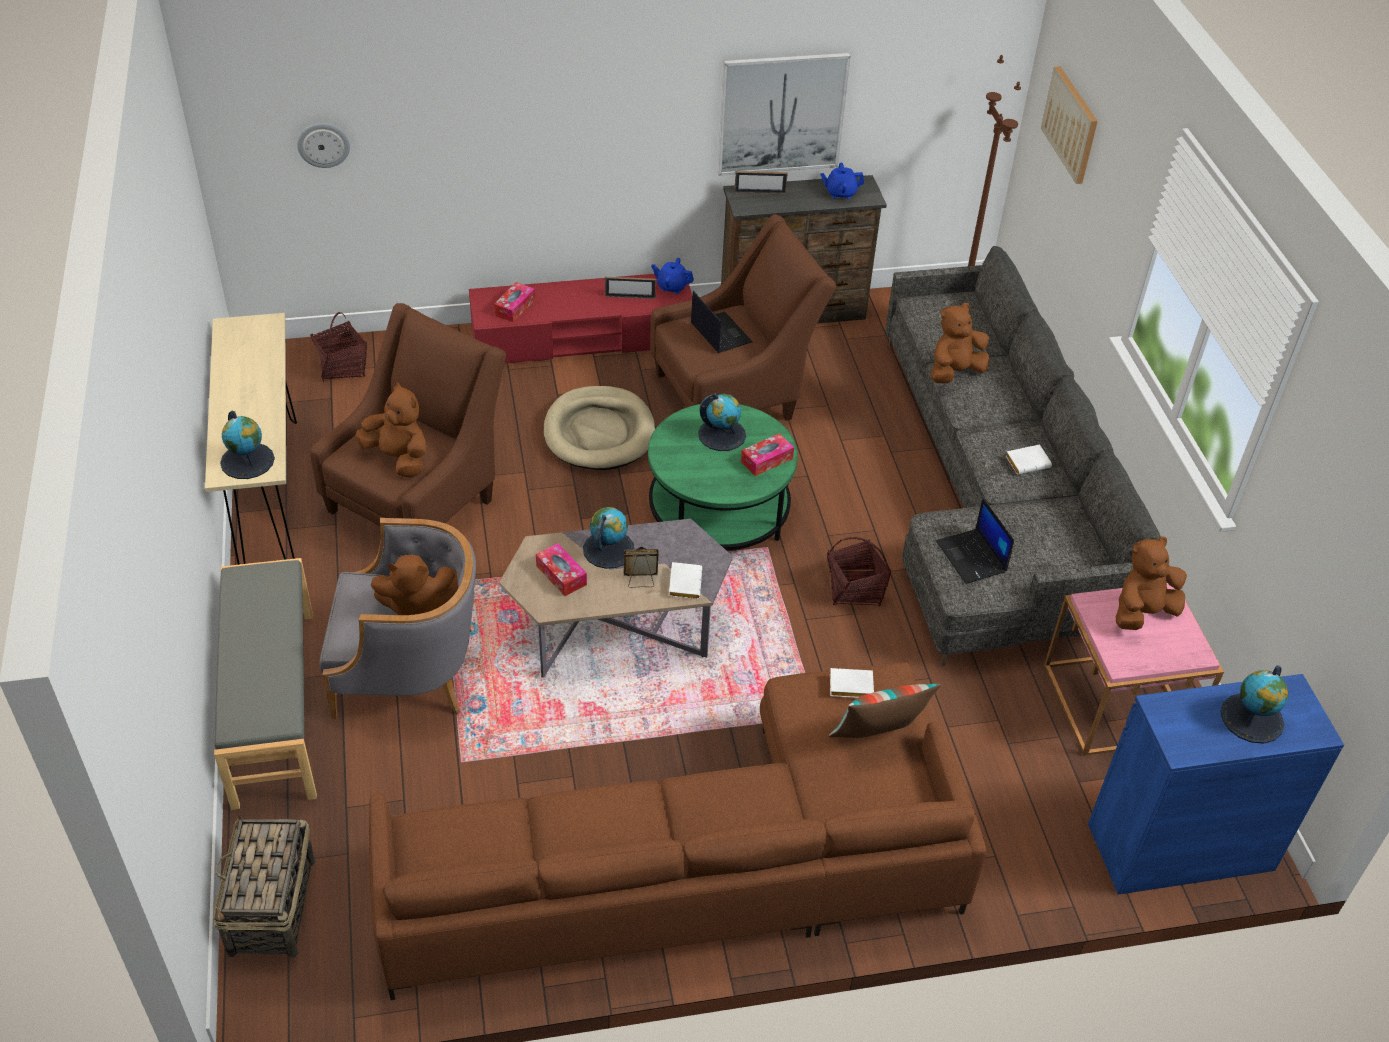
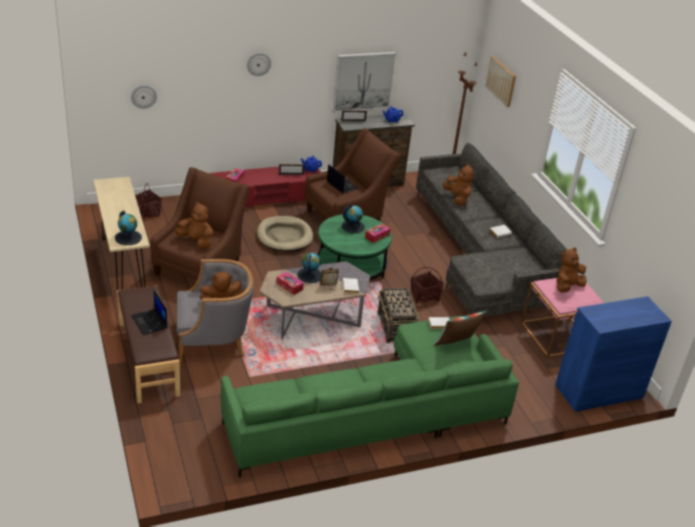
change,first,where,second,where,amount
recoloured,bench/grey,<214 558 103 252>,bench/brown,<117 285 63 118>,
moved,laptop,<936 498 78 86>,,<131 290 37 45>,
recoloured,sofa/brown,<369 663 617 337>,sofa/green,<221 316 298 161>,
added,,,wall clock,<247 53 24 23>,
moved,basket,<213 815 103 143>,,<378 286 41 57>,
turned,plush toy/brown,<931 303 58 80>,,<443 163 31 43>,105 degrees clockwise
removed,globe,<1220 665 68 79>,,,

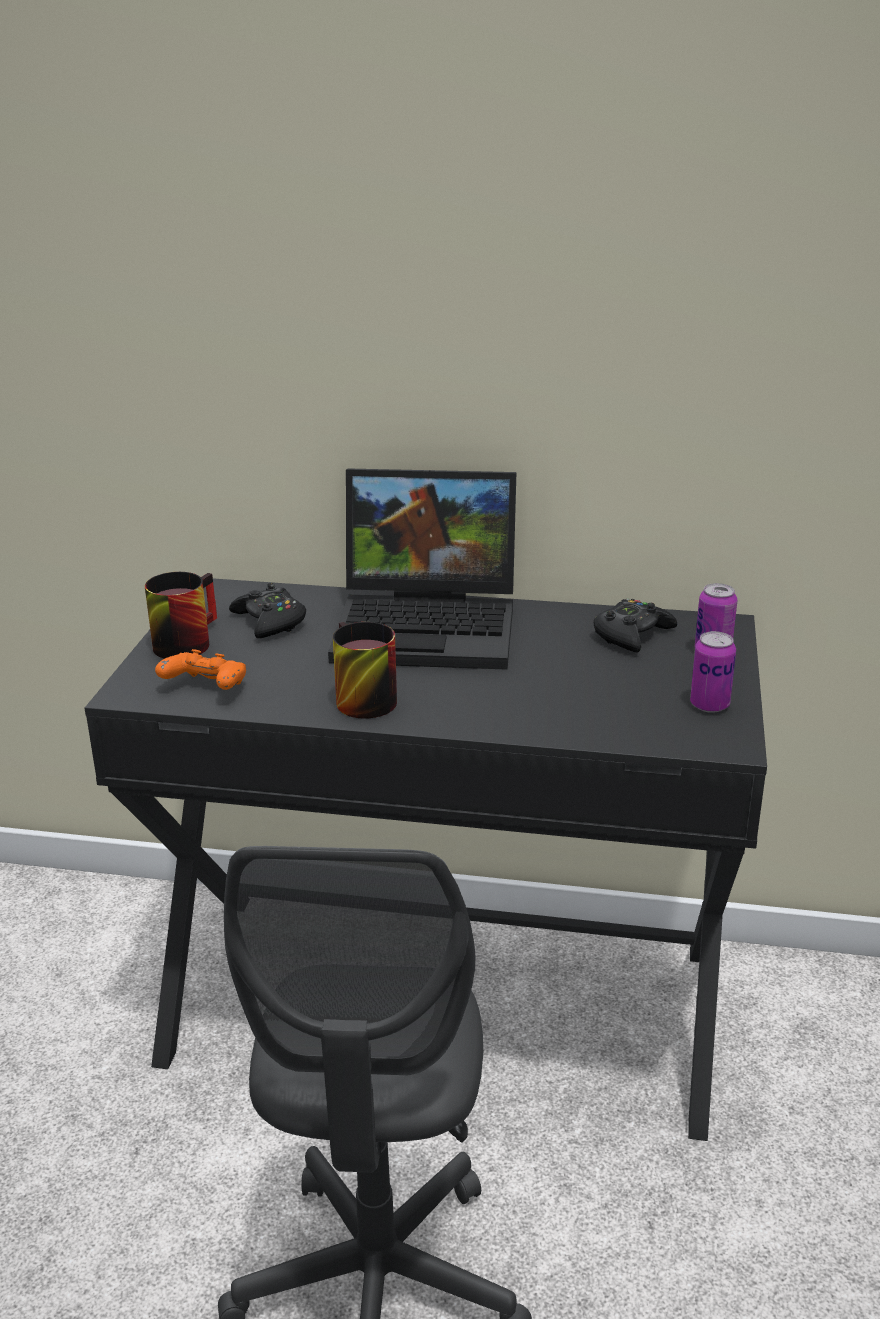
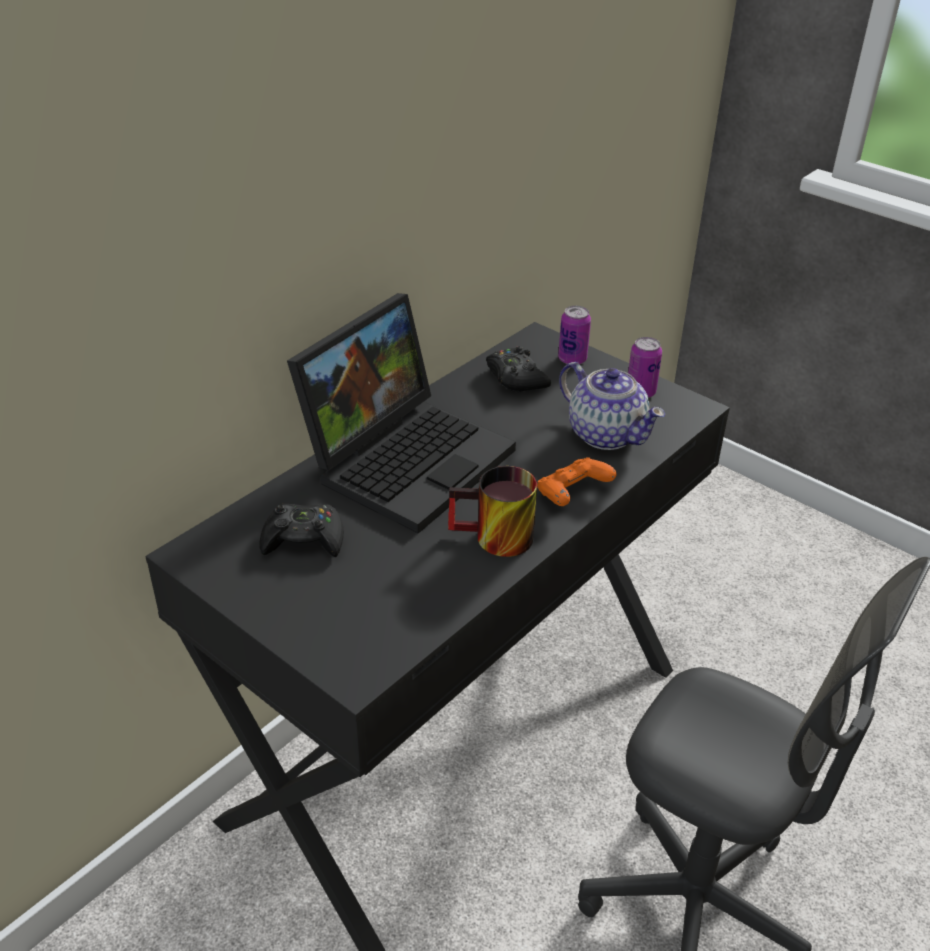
change,first,where,second,where,amount
moved,game controller/orange,<155 649 91 41>,,<537 457 80 49>,
added,,,teapot,<559 362 106 88>,
removed,mug,<145 572 72 87>,,,

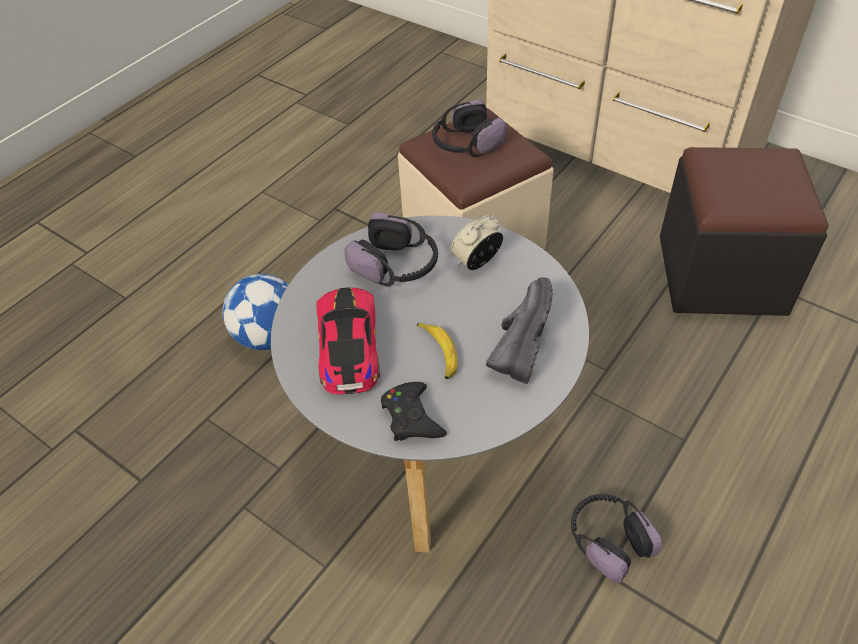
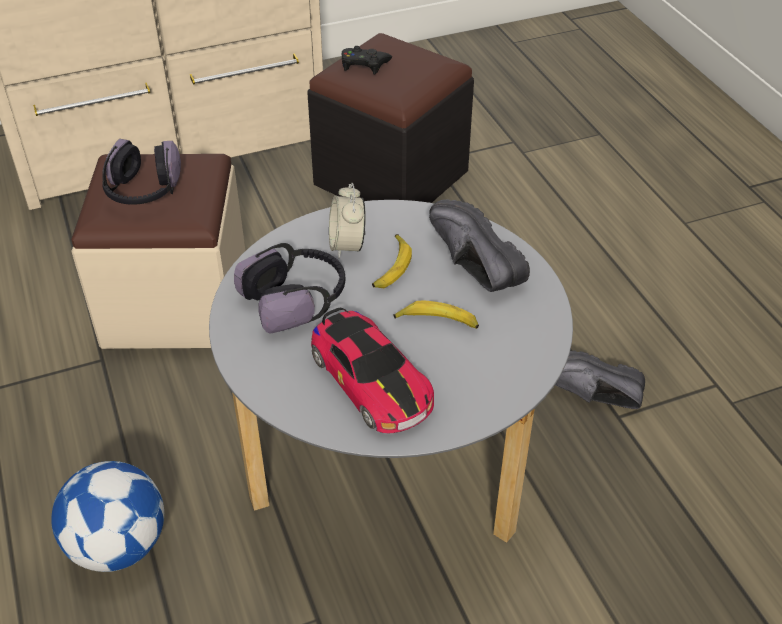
change,first,where,second,where,amount
turned,toy car,<316 287 64 108>,,<311 308 123 125>,150 degrees counterclockwise
moved,game controller/black,<381 382 66 59>,,<342 46 50 28>,
added,,,banana,<372 234 40 54>,
replaced,headphones,<571 494 91 90>,shoe/black,<555 351 90 58>,

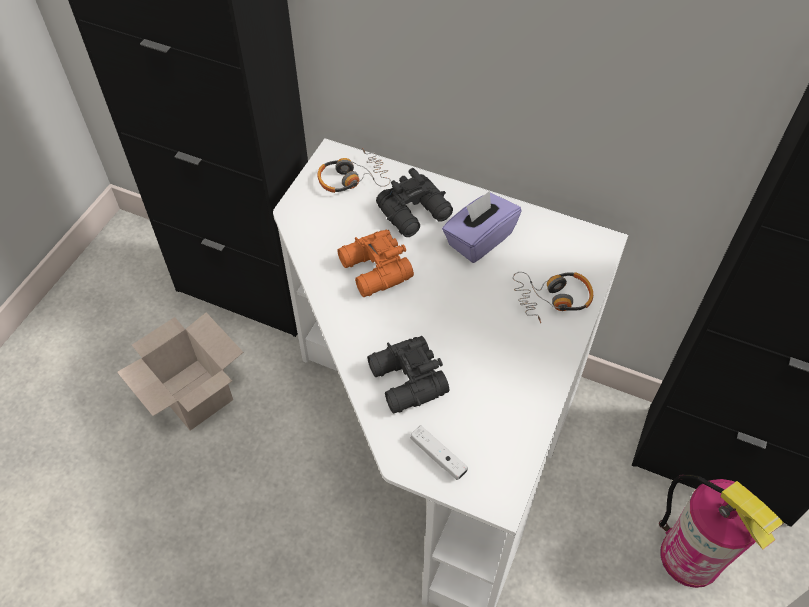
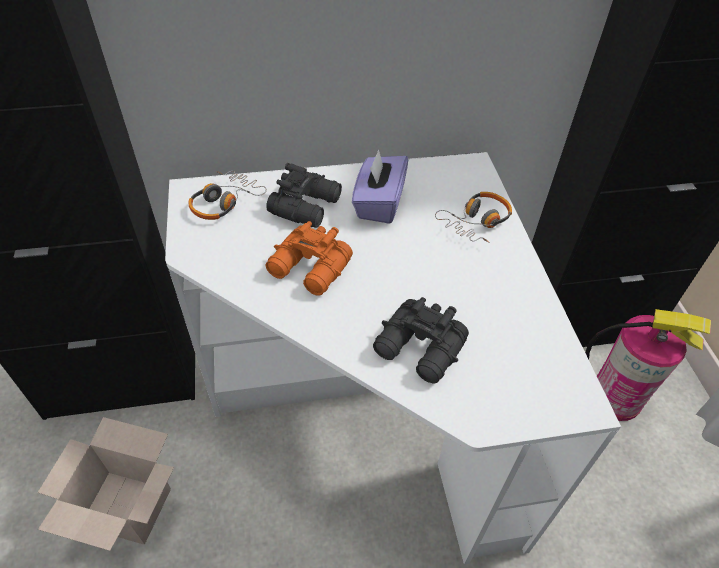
change,first,where,second,where,amount
removed,game controller/white,<410 425 58 55>,,,

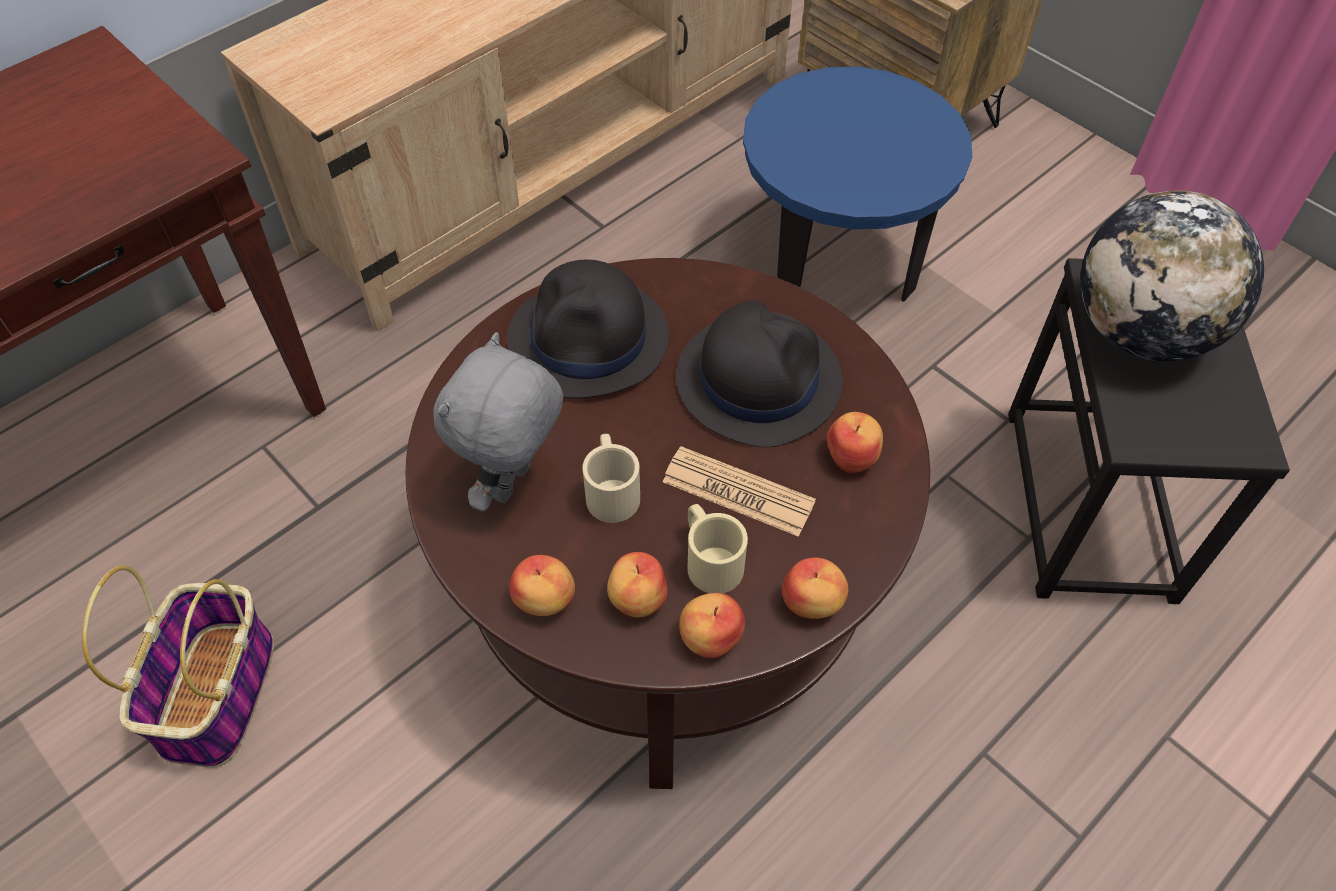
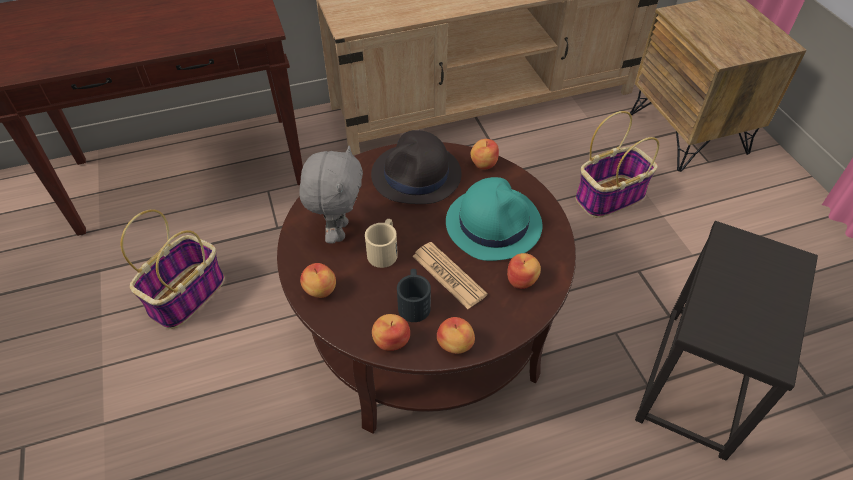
change,first,where,second,where,amount
turned,plush toy/grey,<433 332 130 179>,,<299 146 64 98>,135 degrees clockwise
recoloured,mug/beige,<687 504 61 89>,mug/black,<397 269 34 53>,
recoloured,hat/black,<676 300 167 147>,hat/turquoise,<446 177 96 84>,
moved,apple,<607 552 61 65>,,<471 139 28 31>,
replaced,side table/blue,<743 67 229 235>,basket,<576 111 83 107>,
removed,globe,<1080 191 184 170>,,,

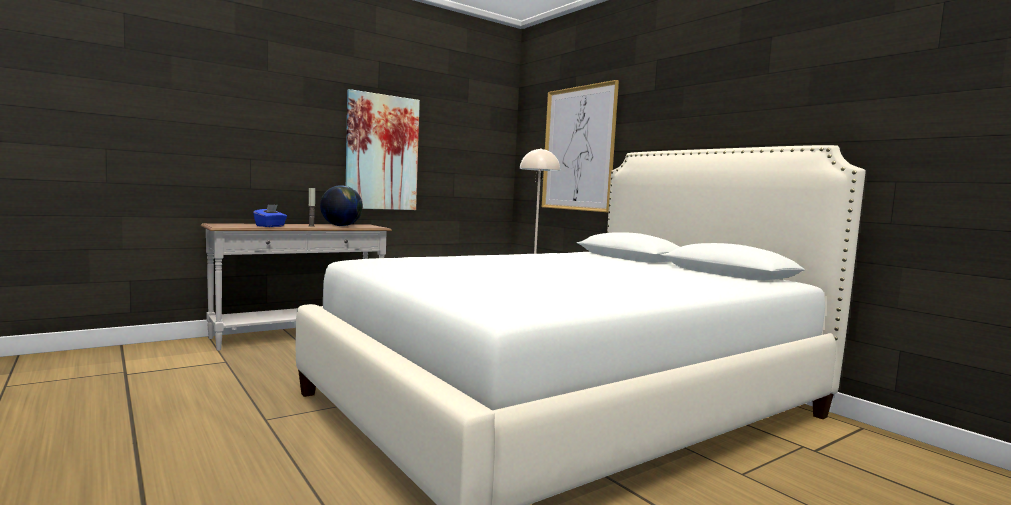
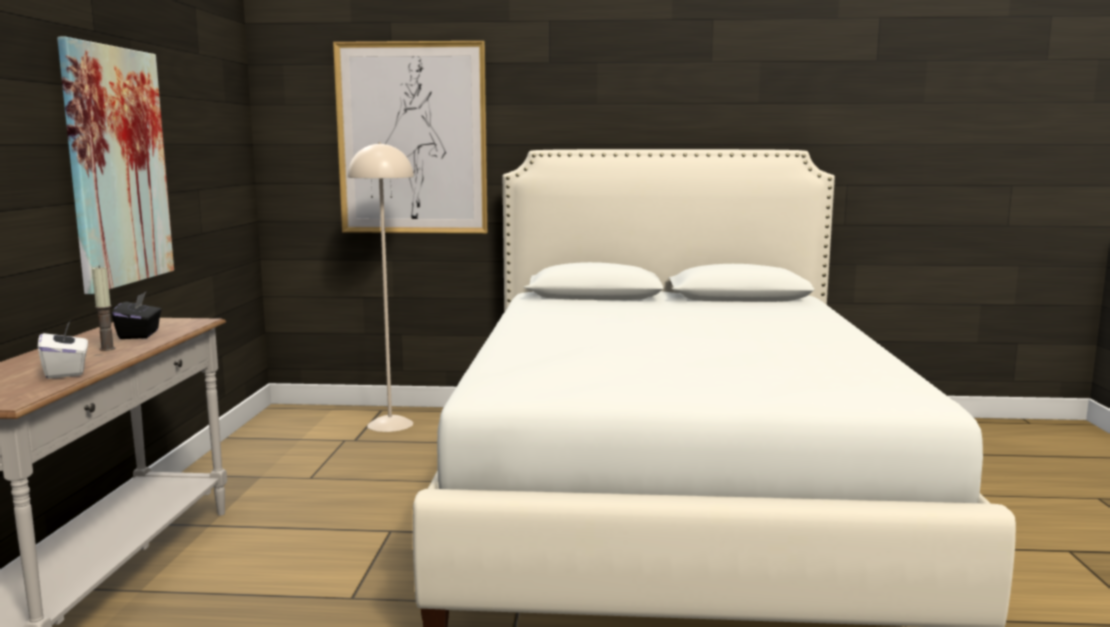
change,first,where,second,where,amount
recoloured,tissue box/blue,<253 205 34 22>,tissue box/white,<38 320 50 59>,
replaced,globe,<320 185 43 41>,tissue box/black,<112 292 50 47>,

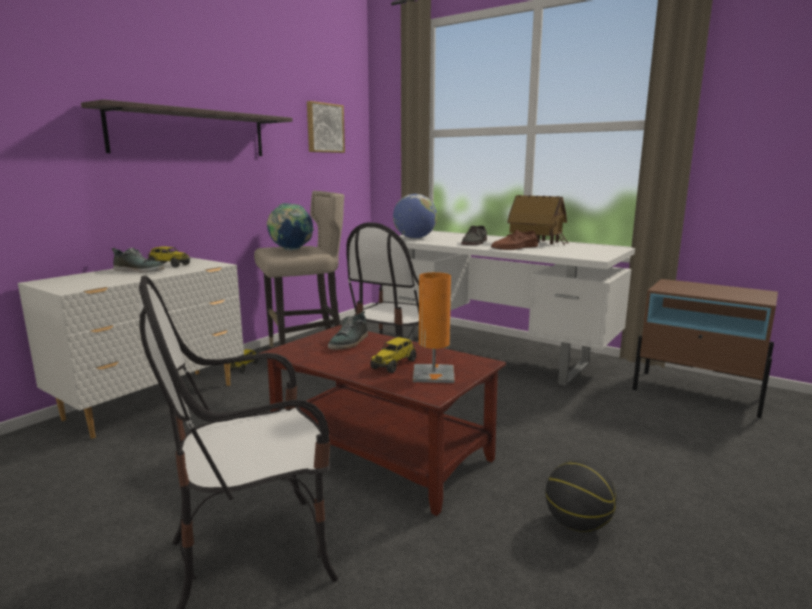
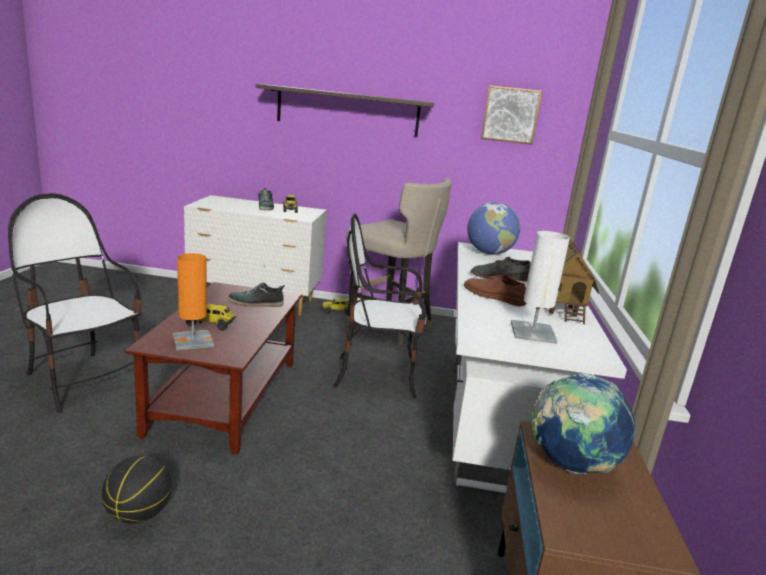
change,first,where,second,where,amount
added,,,table lamp/white,<511 231 59 113>,
moved,globe,<267 203 47 48>,,<531 373 104 101>,

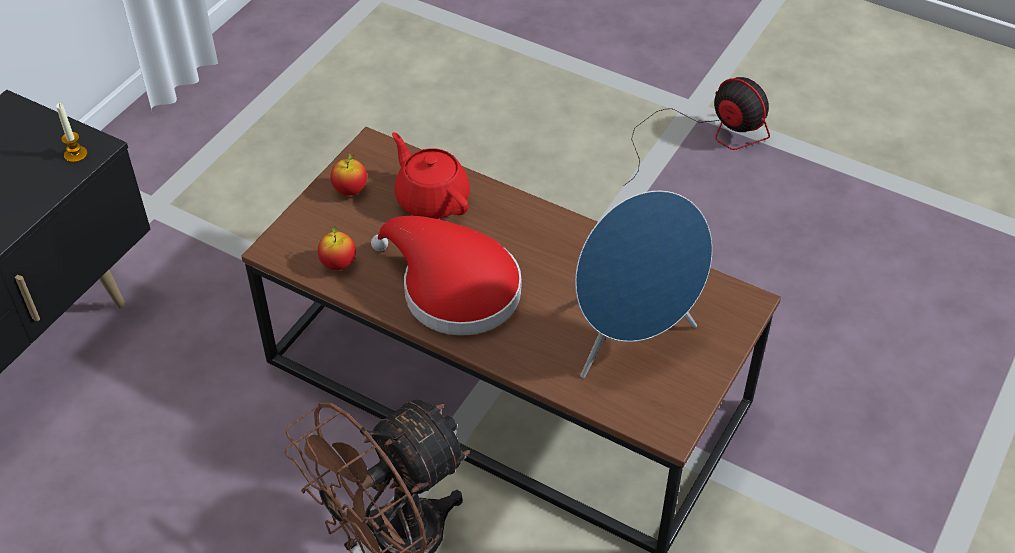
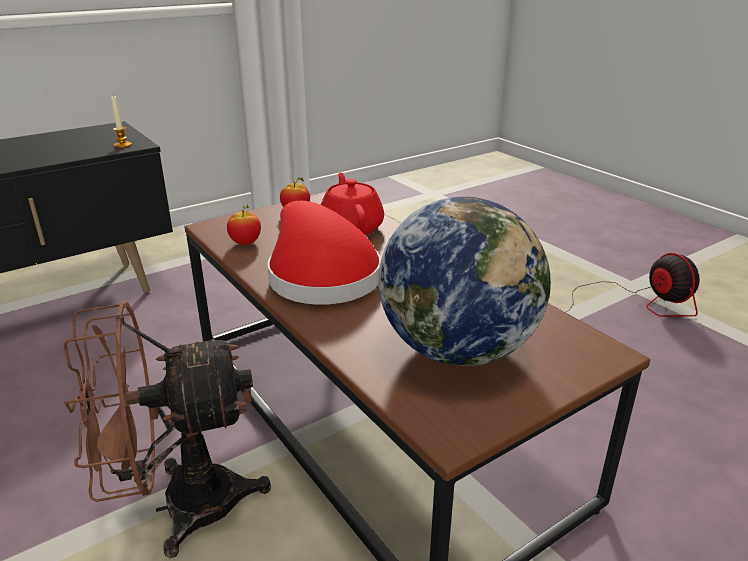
change,first,where,second,where,amount
replaced,speaker/blue,<575 191 137 187>,globe,<378 197 173 169>,

